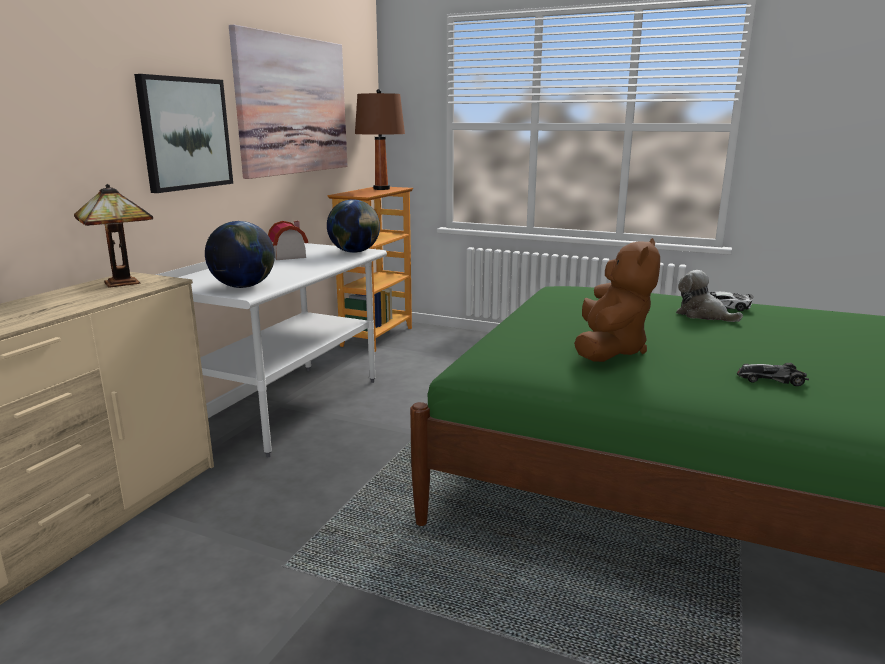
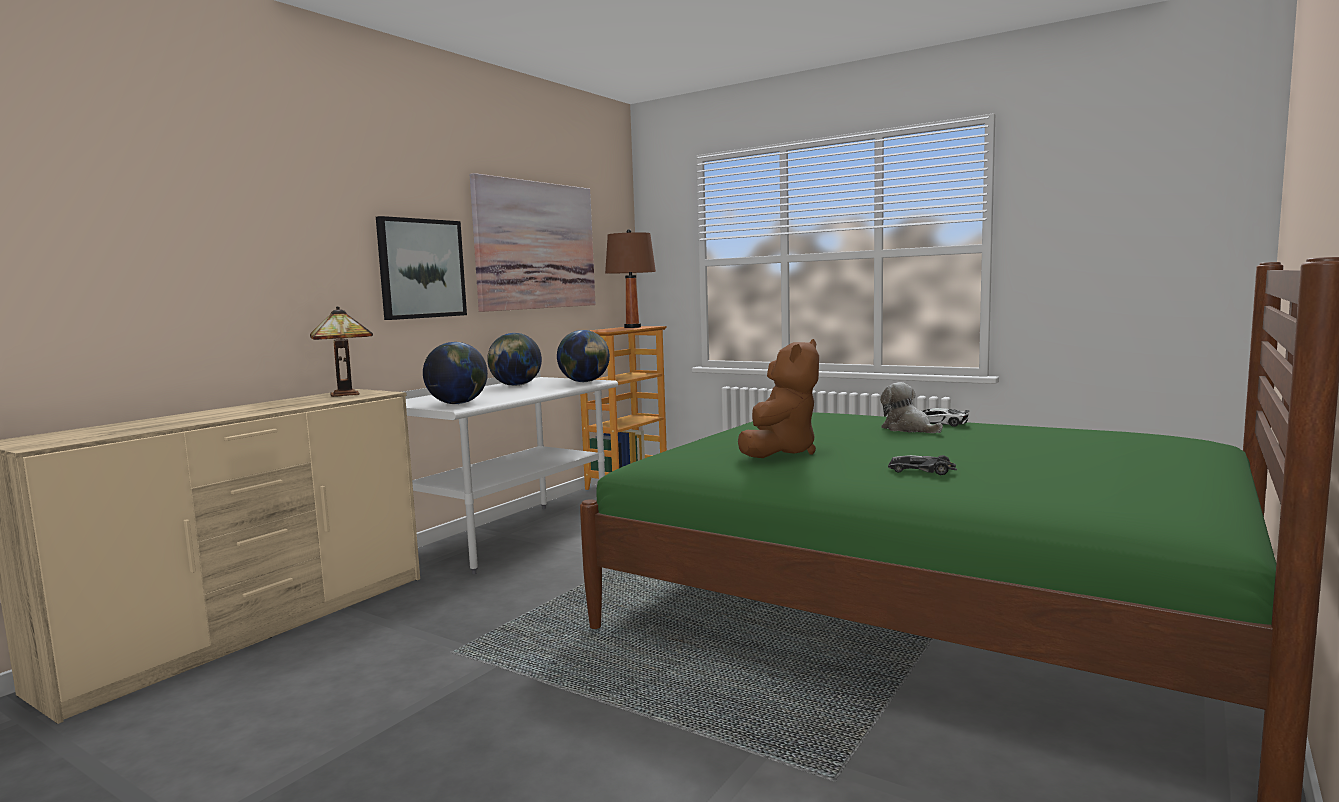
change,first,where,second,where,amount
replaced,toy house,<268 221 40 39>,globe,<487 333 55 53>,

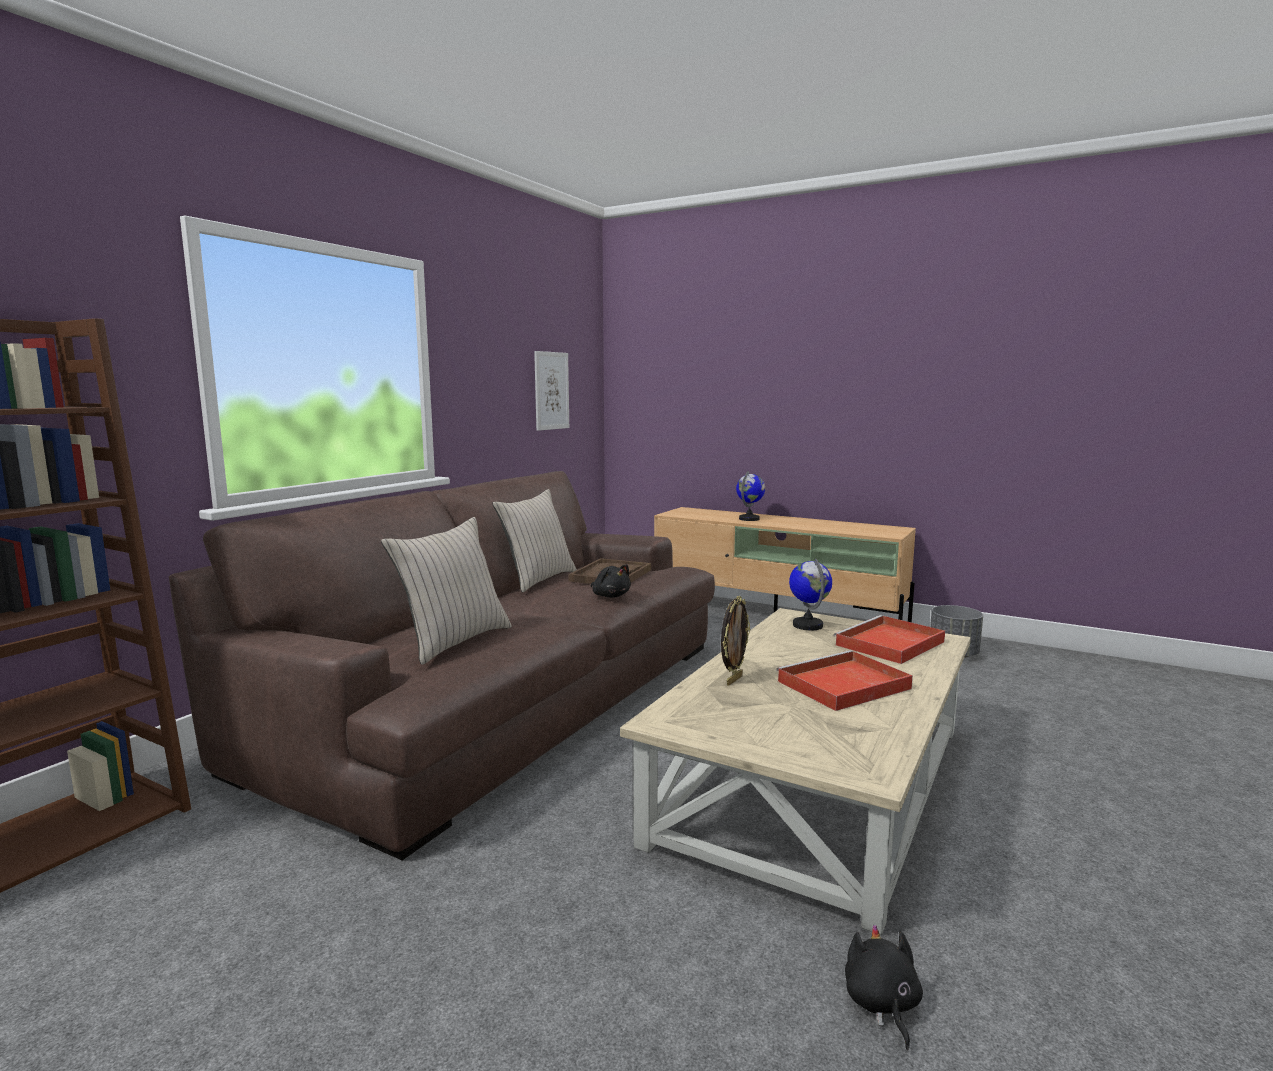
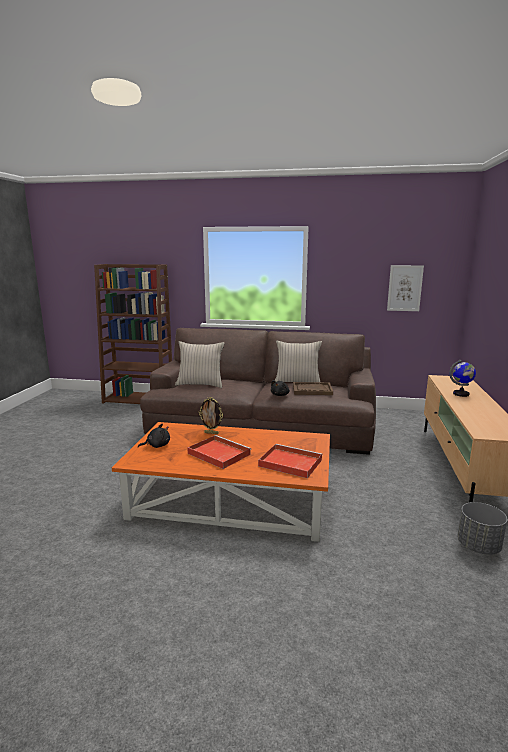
change,first,where,second,where,amount
recoloured,coffee table/beige,<620 608 351 327>,coffee table/orange,<112 422 218 120>,
moved,plush toy/black,<845 924 78 126>,,<138 424 32 24>,
removed,globe,<789 559 43 71>,,,

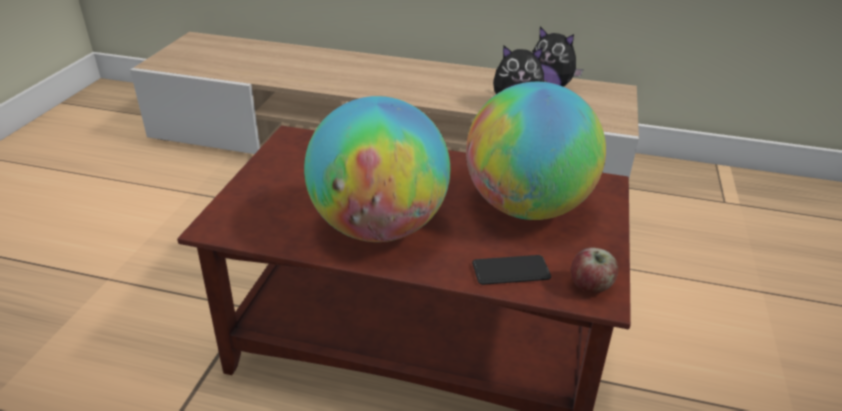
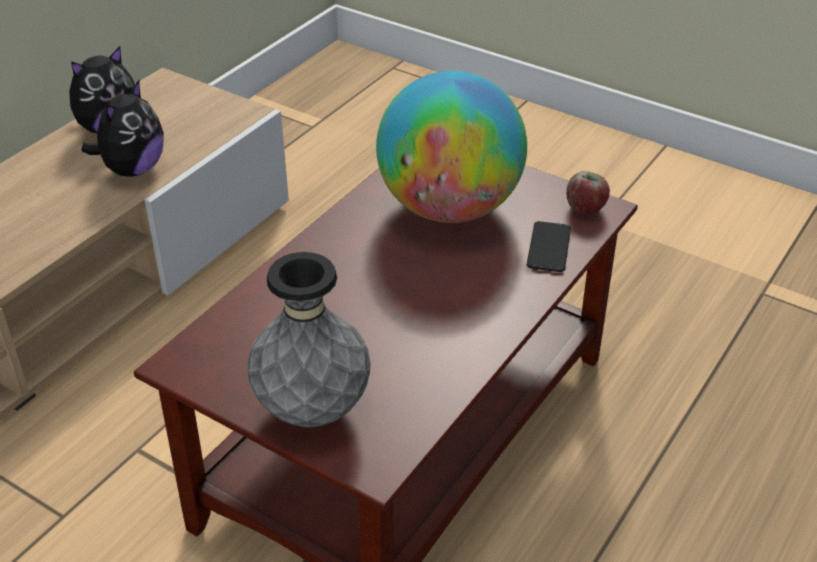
change,first,where,second,where,amount
added,,,vase/grey,<247 252 124 175>,
removed,globe,<304 96 146 146>,,,

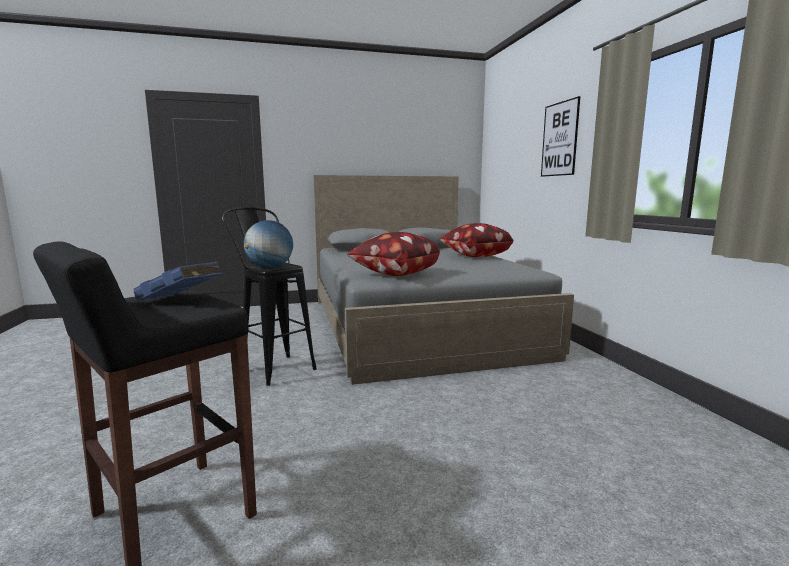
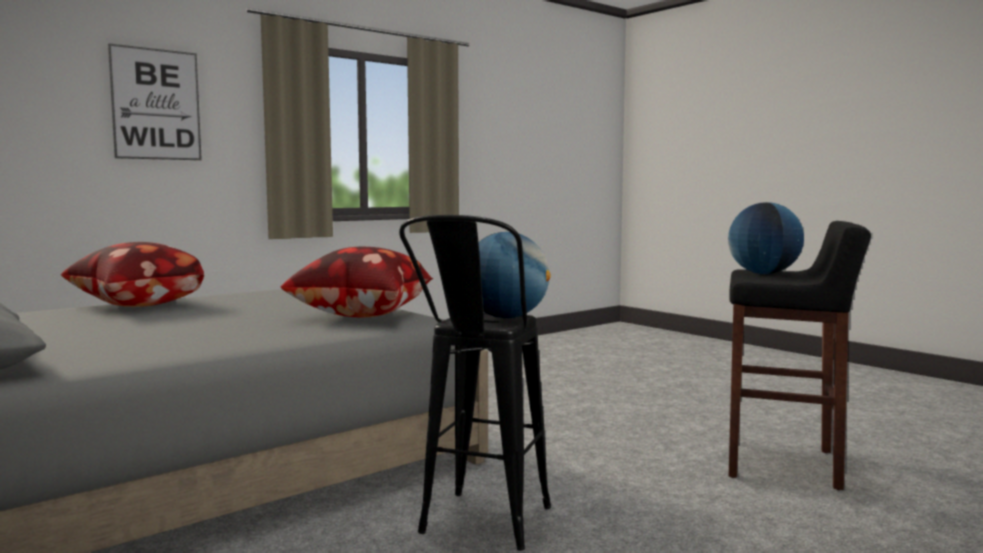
change,first,where,second,where,amount
replaced,book/blue,<134 261 88 39>,globe,<728 202 76 72>,

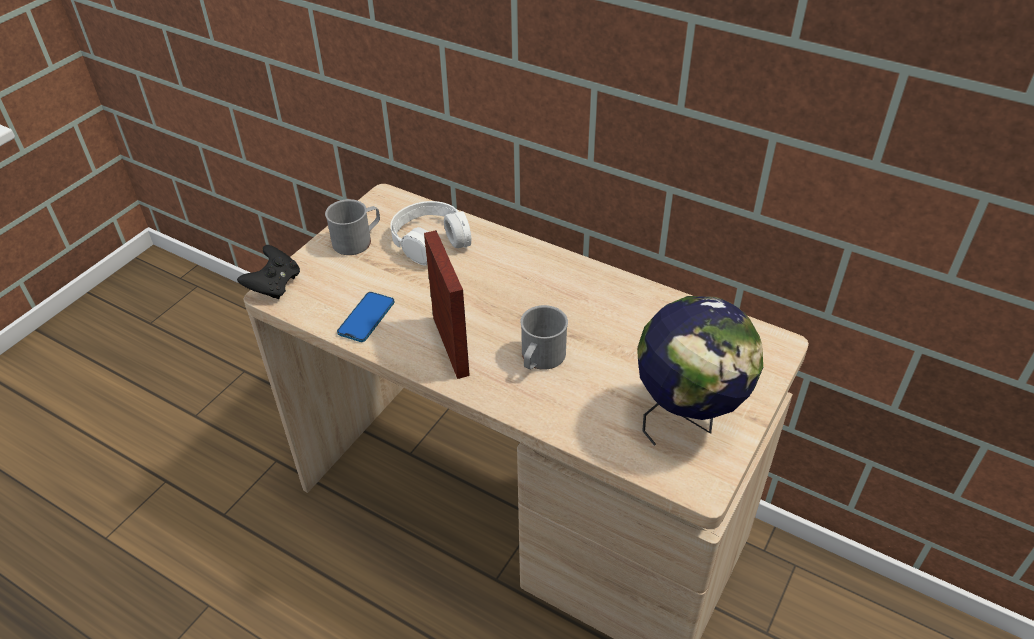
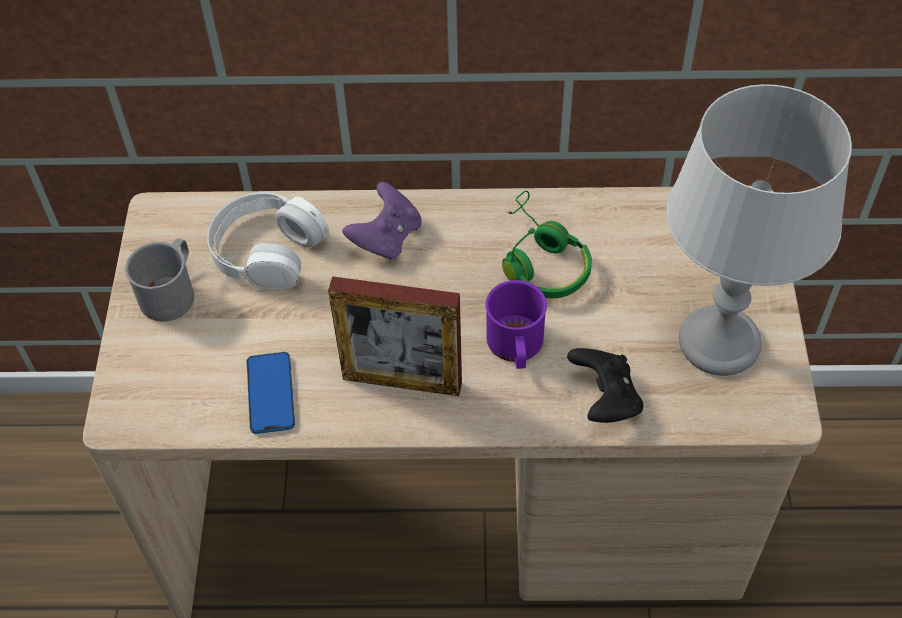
change,first,where,second,where,amount
turned,picture frame,<424 230 46 149>,,<328 276 134 120>,150 degrees clockwise
added,,,game controller/purple,<342 182 80 78>,
recoloured,mug/grey,<520 305 48 65>,mug/purple,<485 280 62 89>,
added,,,headphones/green,<502 191 90 107>,
moved,game controller/black,<237 245 63 54>,,<567 348 76 75>,
replaced,globe,<637 296 126 150>,table lamp/grey,<667 84 185 292>,

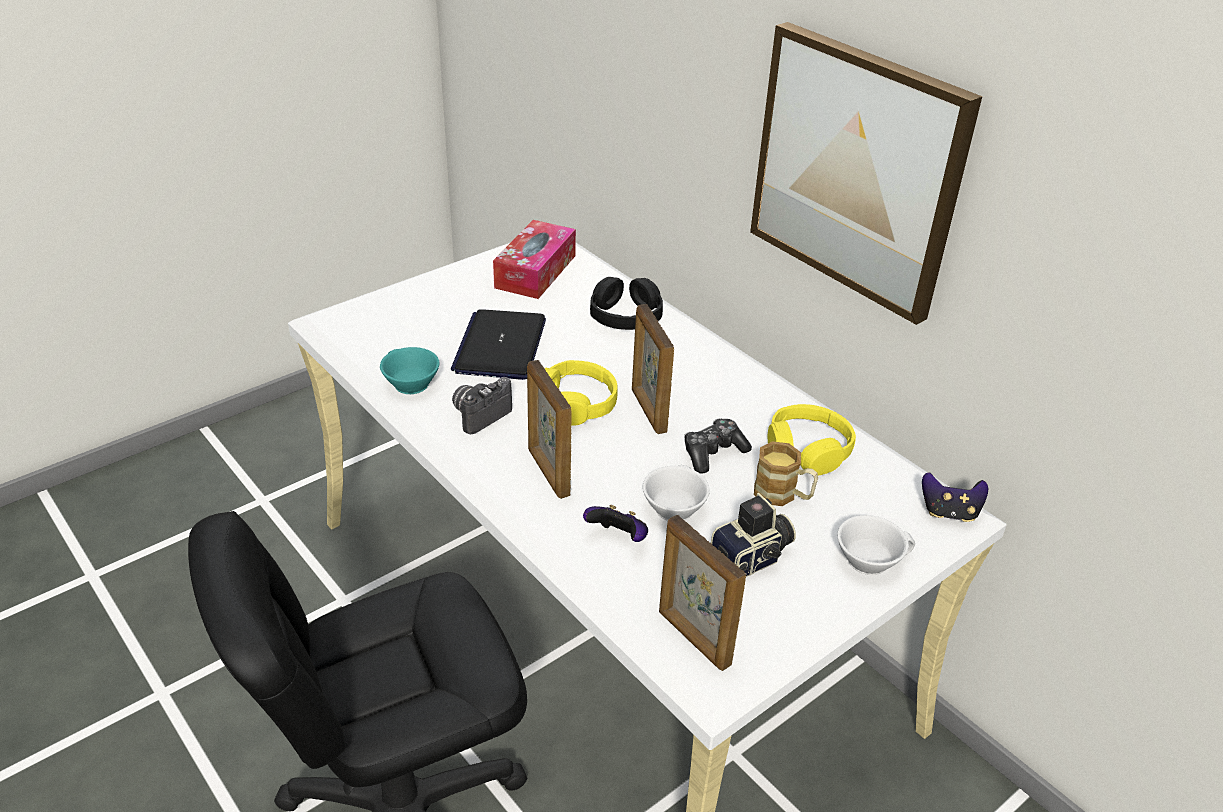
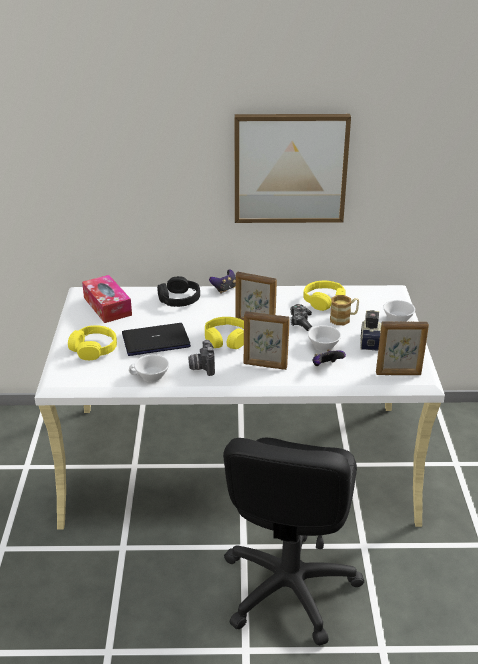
change,first,where,second,where,amount
added,,,headphones/yellow,<68 326 49 34>,
turned,laptop,<451 309 95 71>,,<122 323 69 33>,120 degrees clockwise
recoloured,cup/turquoise,<380 347 59 47>,cup/white,<129 354 40 29>,
moved,game controller,<922 472 66 50>,,<209 269 27 25>,

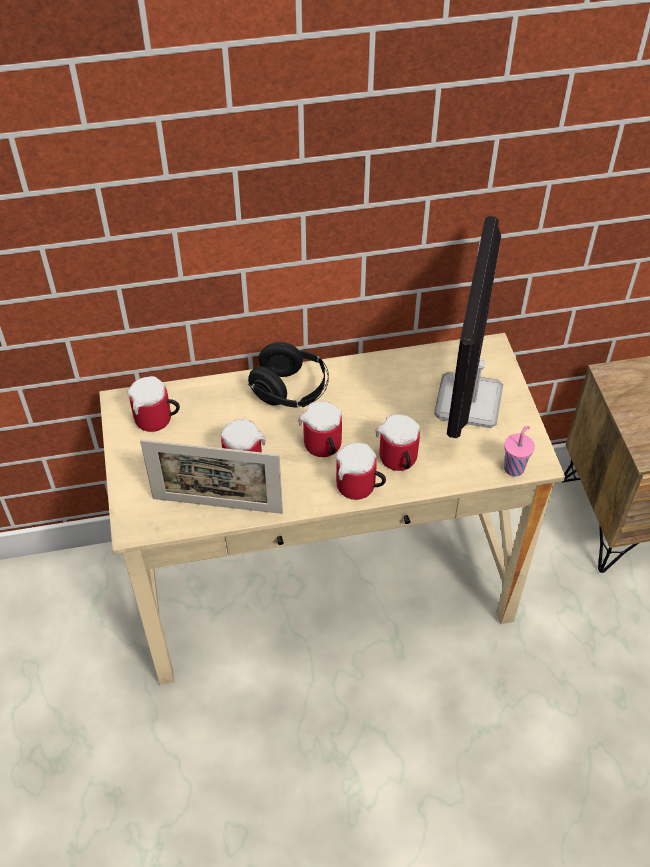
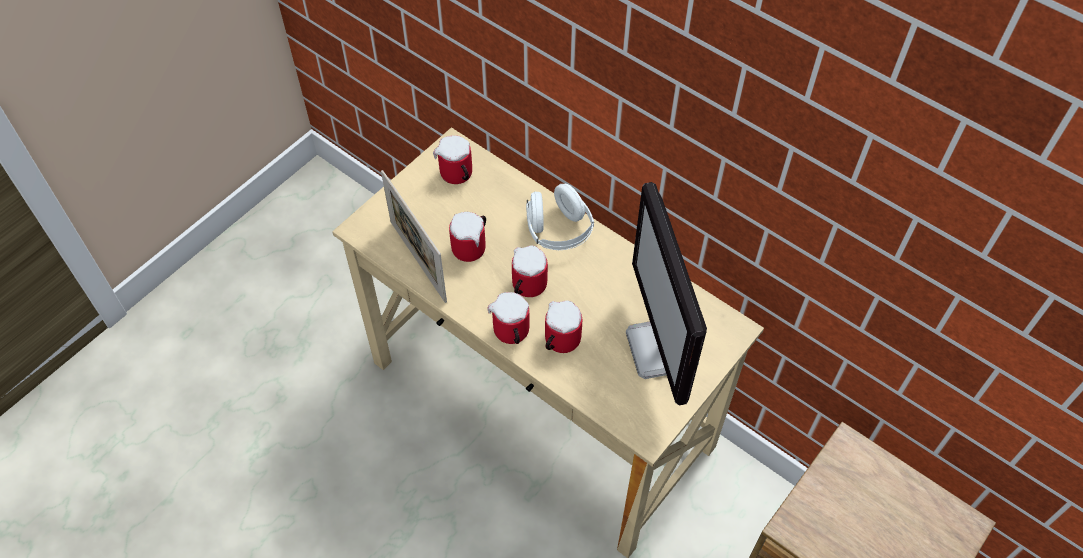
change,first,where,second,where,amount
recoloured,headphones/black,<248 342 81 66>,headphones/white,<526 184 68 66>,
turned,monitor,<434 216 69 222>,,<626 182 81 223>,75 degrees counterclockwise
removed,cup/pink,<504 426 31 51>,,,

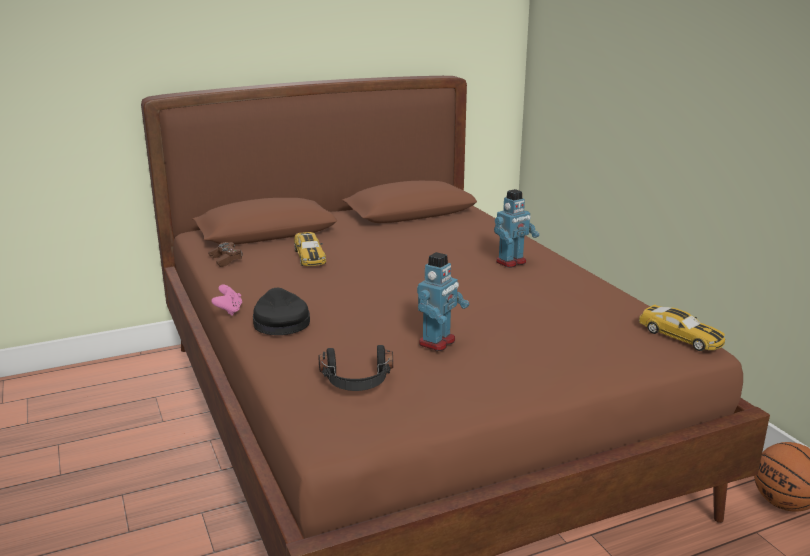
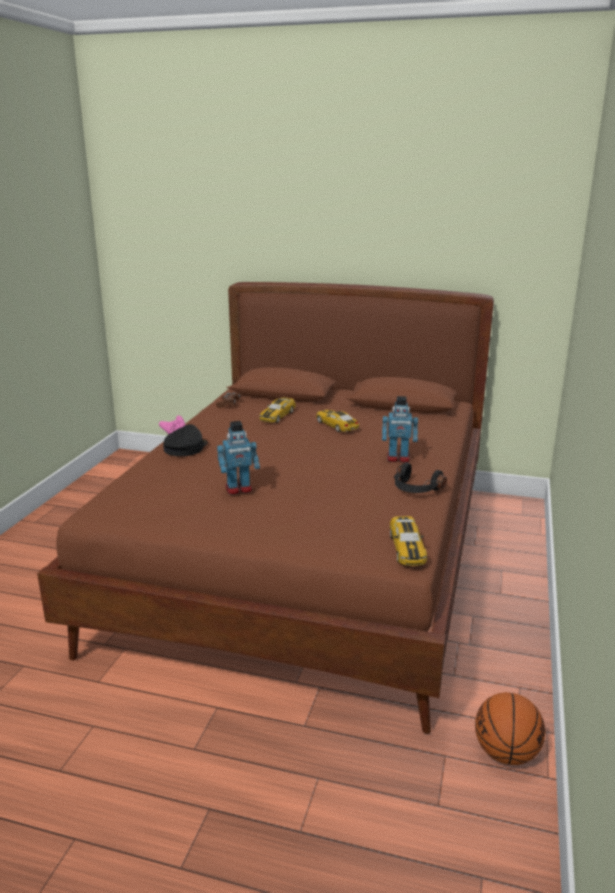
change,first,where,second,where,amount
added,,,toy car,<316 410 43 22>,
moved,headphones/black,<318 345 75 46>,,<394 462 53 31>,

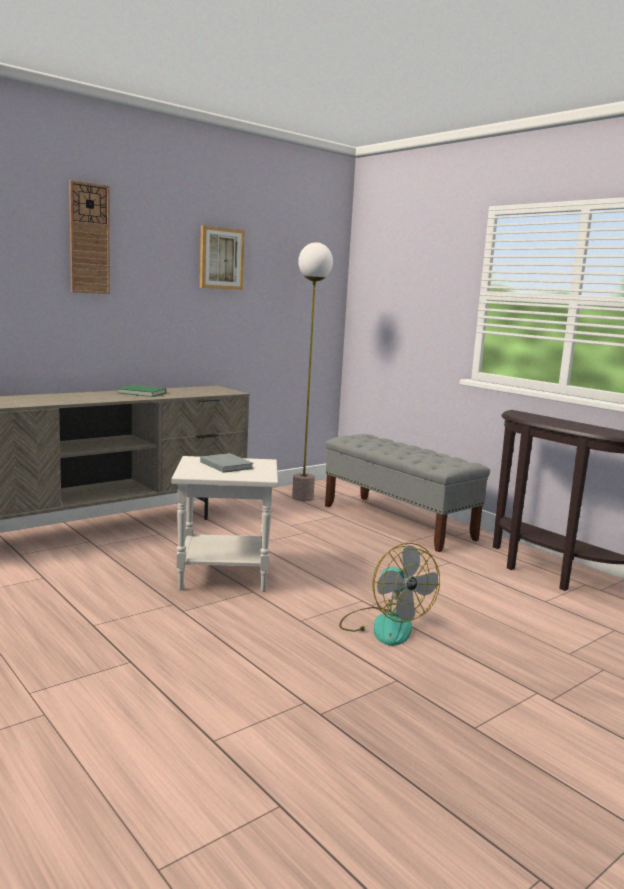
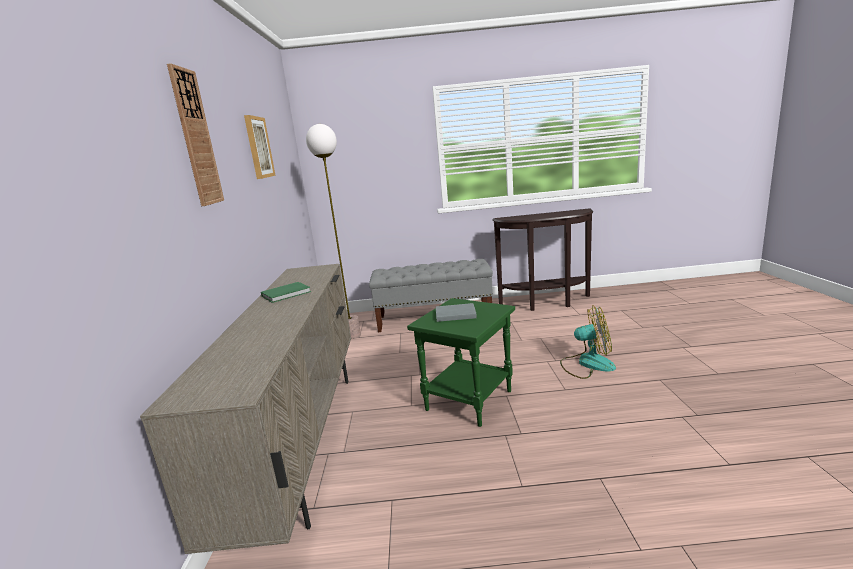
change,first,where,second,where,amount
recoloured,side table/white,<171 456 107 136>,side table/green,<407 298 108 129>,

